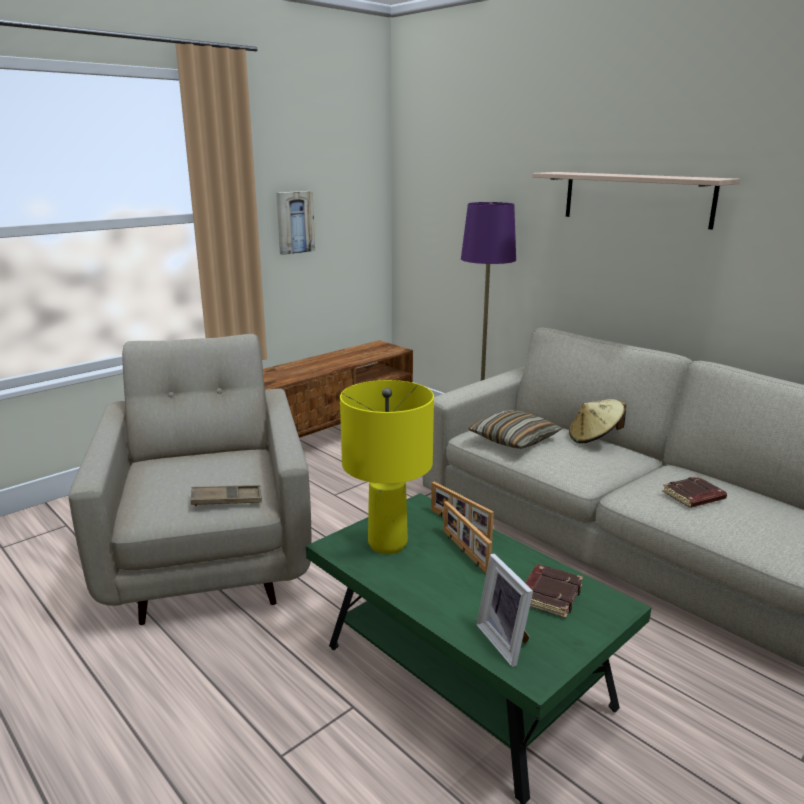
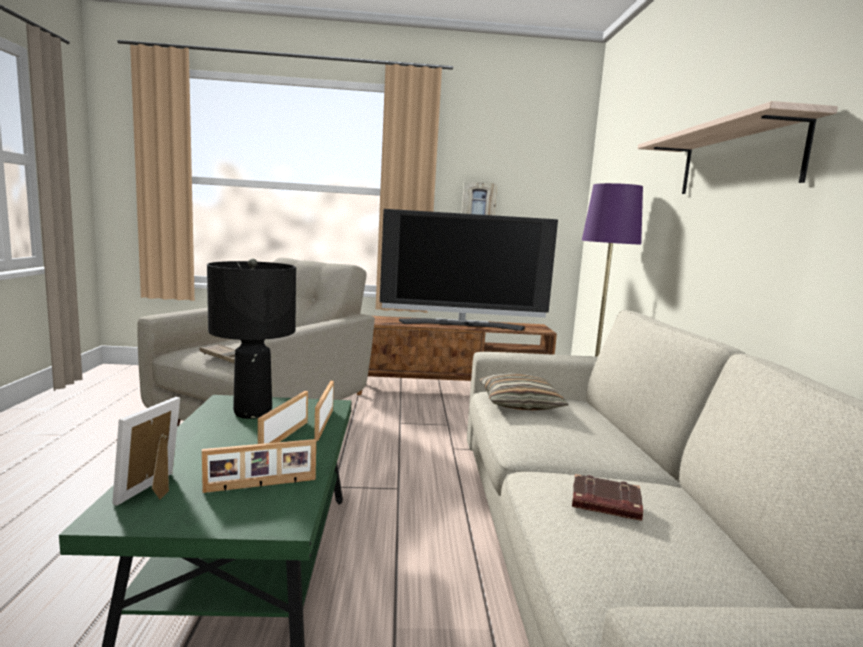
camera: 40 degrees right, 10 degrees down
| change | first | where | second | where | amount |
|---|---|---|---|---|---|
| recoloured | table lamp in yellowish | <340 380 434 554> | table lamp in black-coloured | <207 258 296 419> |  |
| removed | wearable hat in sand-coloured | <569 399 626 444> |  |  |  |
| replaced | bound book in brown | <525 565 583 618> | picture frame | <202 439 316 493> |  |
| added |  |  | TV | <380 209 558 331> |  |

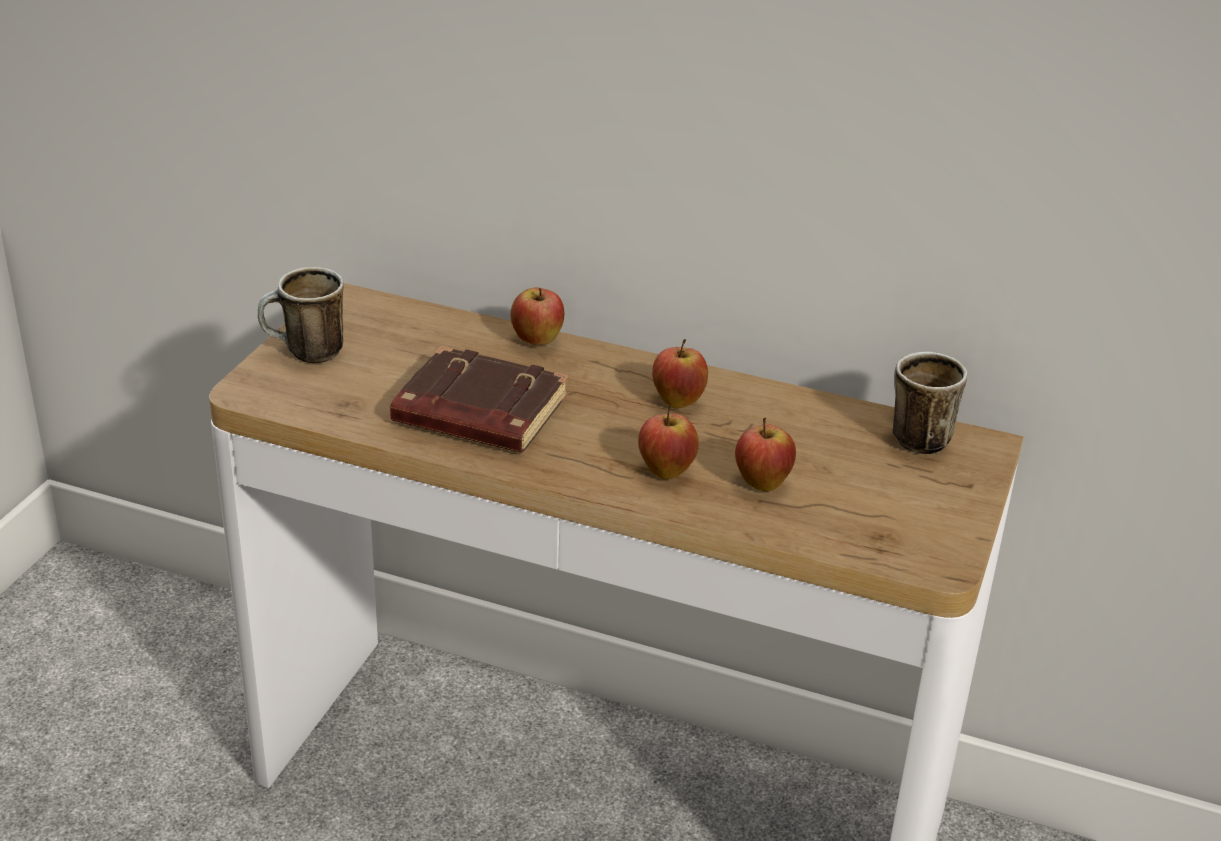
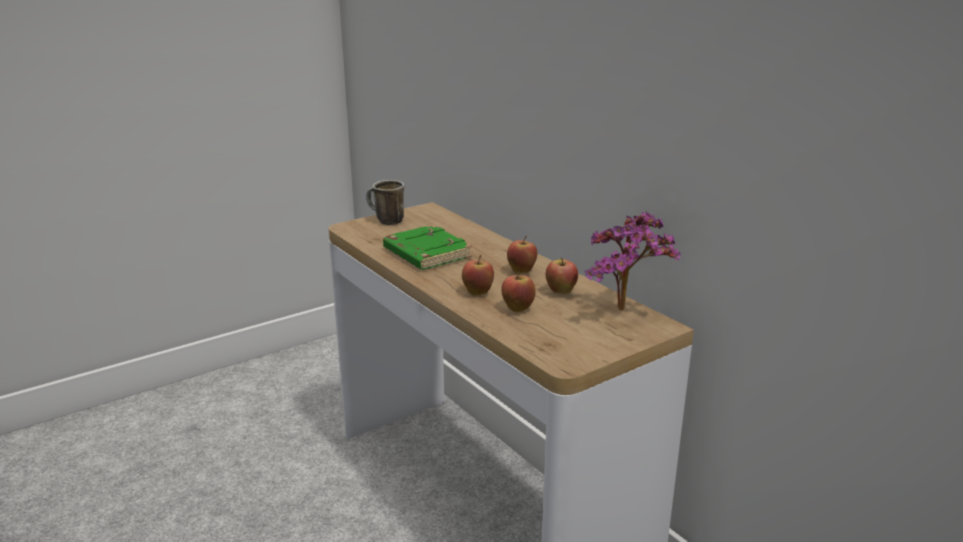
camera: 35 degrees right, 10 degrees down
| change | first | where | second | where | amount |
|---|---|---|---|---|---|
| moved | whole apple | <510 287 564 345> |  | <546 257 578 294> |  |
| recoloured | bound book in brown | <390 346 568 453> | bound book in green | <383 225 472 270> |  |
| replaced | tea mug | <893 352 967 454> | plant in a pot | <585 211 681 311> |  |

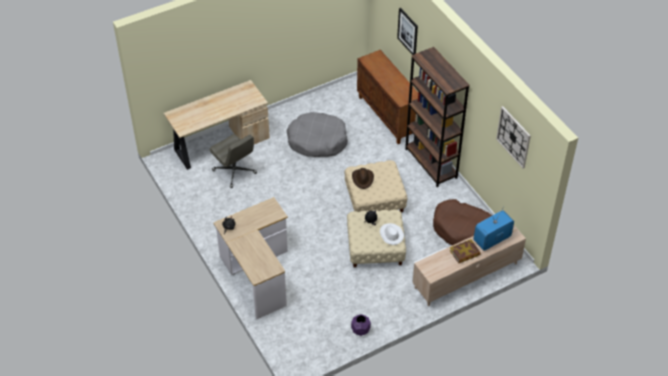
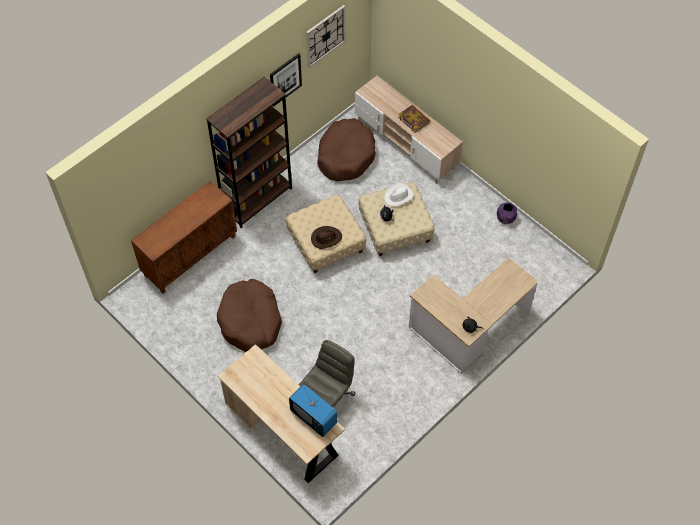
camera: 105 degrees left, 10 degrees up
| change | first | where | second | where | amount |
|---|---|---|---|---|---|
| moved | wall art | <397 8 418 55> |  | <270 53 302 106> |  |
| recoloured | dog cushion in greyish | <287 112 348 157> | dog cushion in brown | <217 279 282 352> |  |
| moved | TV | <473 208 514 250> |  | <289 384 337 437> |  |

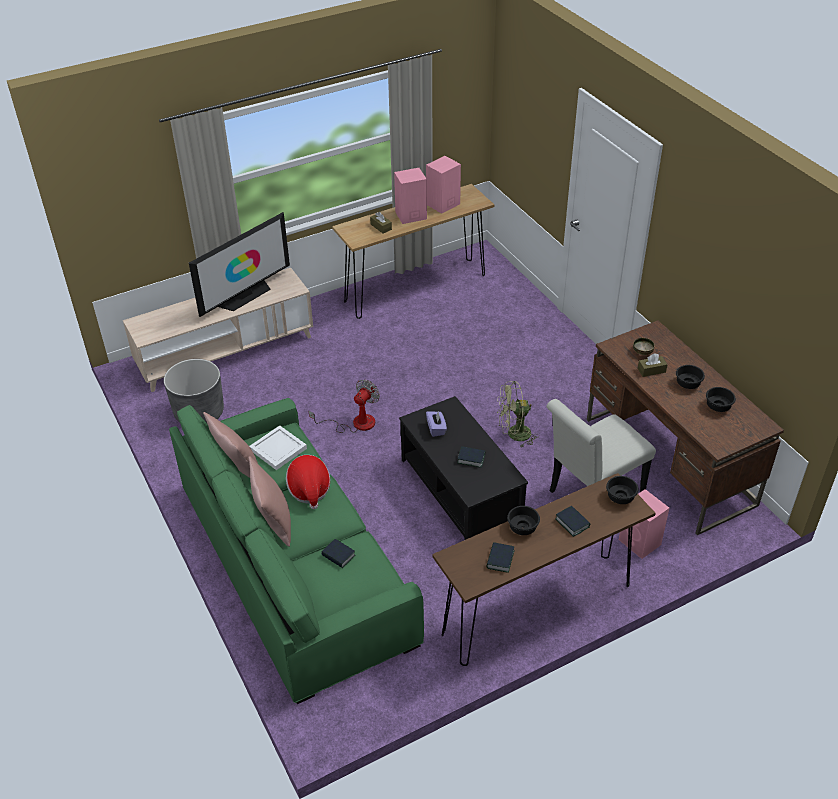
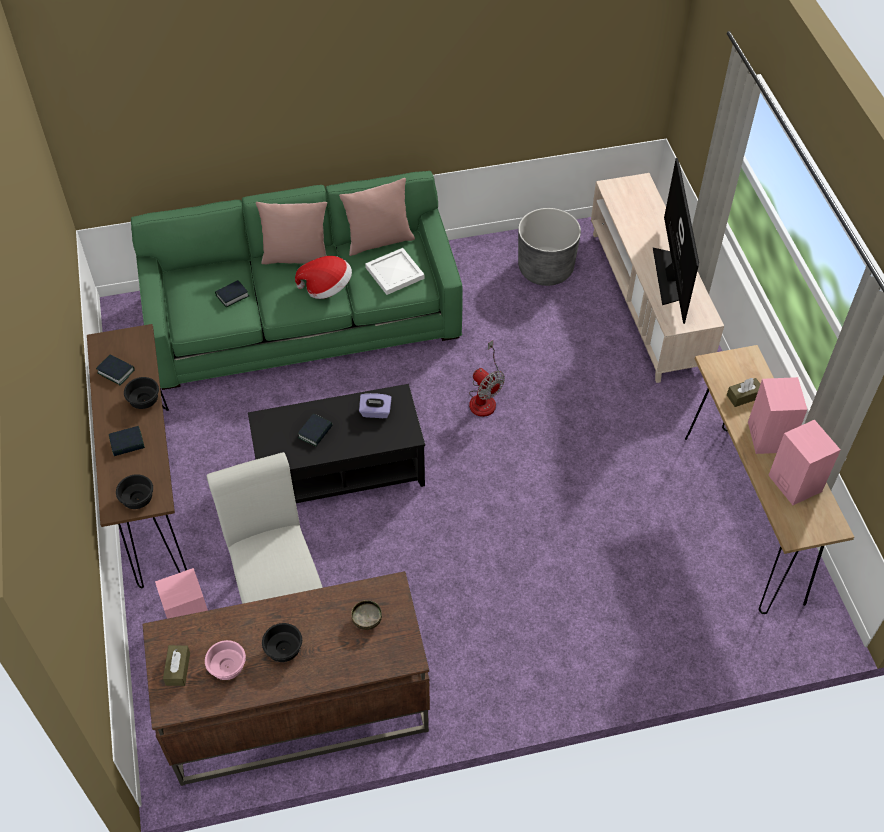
camera: 105 degrees right, 10 degrees up
| change | first | where | second | where | amount |
|---|---|---|---|---|---|
| turned | TV | <189 212 290 317> |  | <653 158 699 324> | 150 degrees counterclockwise |
| moved | box of tissues in brown | <638 353 668 377> |  | <163 645 190 686> |  |
| removed | electric fan in green | <497 381 539 447> |  |  |  |
| recoloured | bowl in black-coloured | <706 387 736 412> | bowl in pink-coloured | <205 640 246 680> |  |

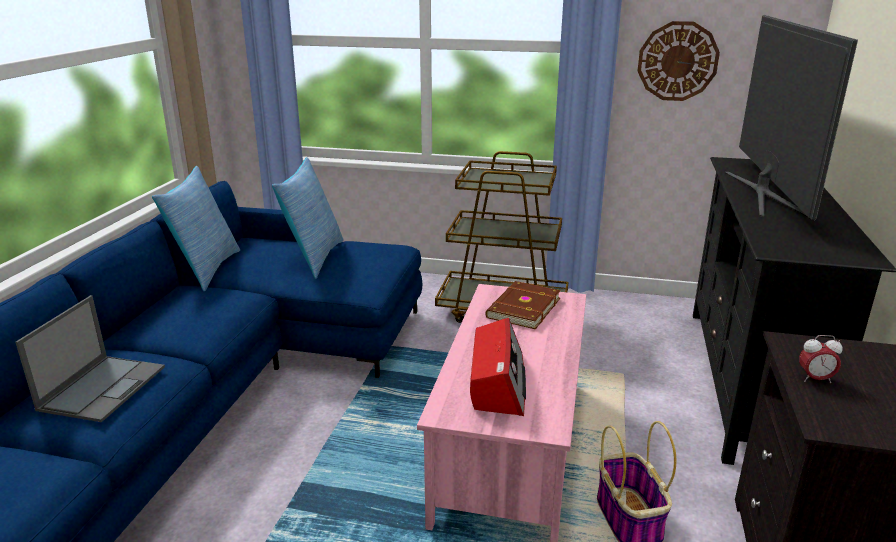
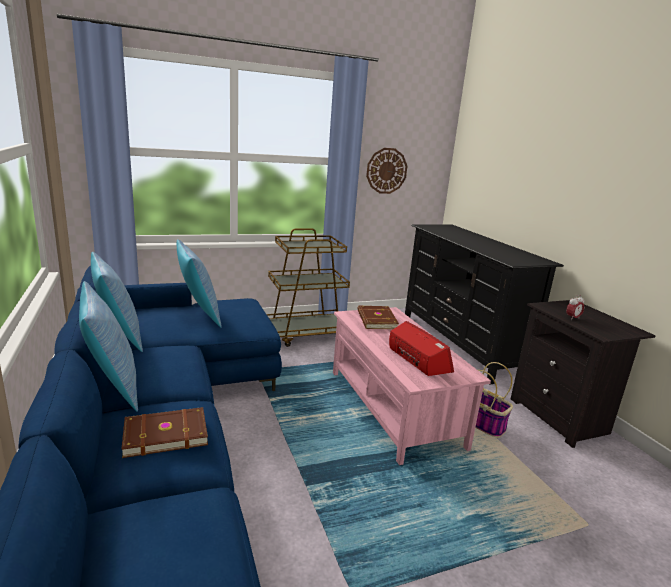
camera: 35 degrees left, 5 degrees down
| change | first | where | second | where | amount |
|---|---|---|---|---|---|
| removed | TV | <725 15 858 220> |  |  |  |
| replaced | notebook computer | <15 295 165 422> | bound book in brown | <121 407 208 458> |  |
| added |  |  | throw pillow | <79 281 138 412> |  |

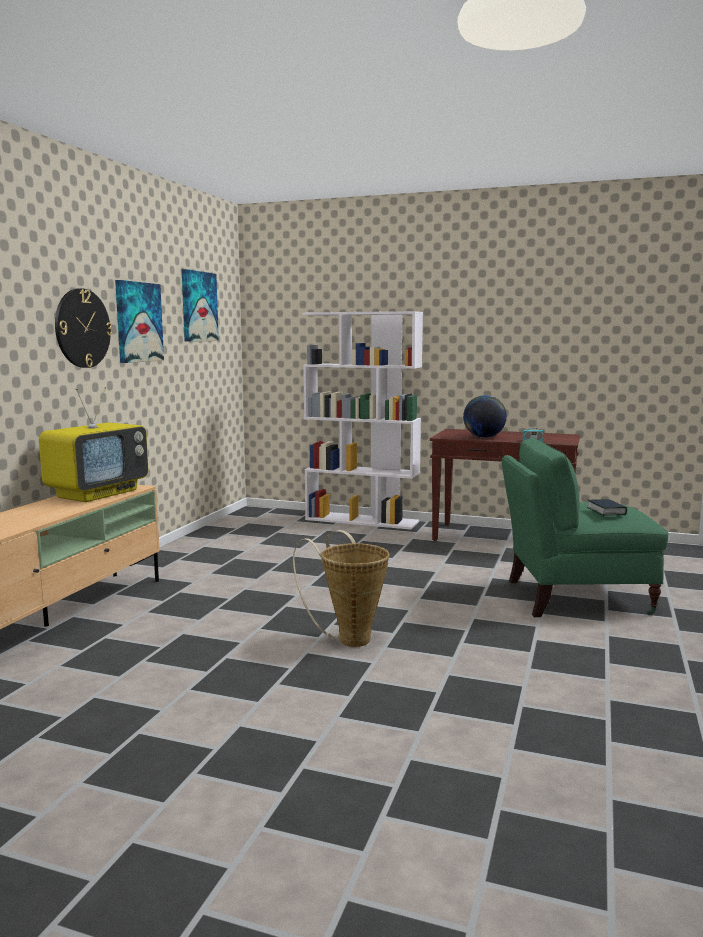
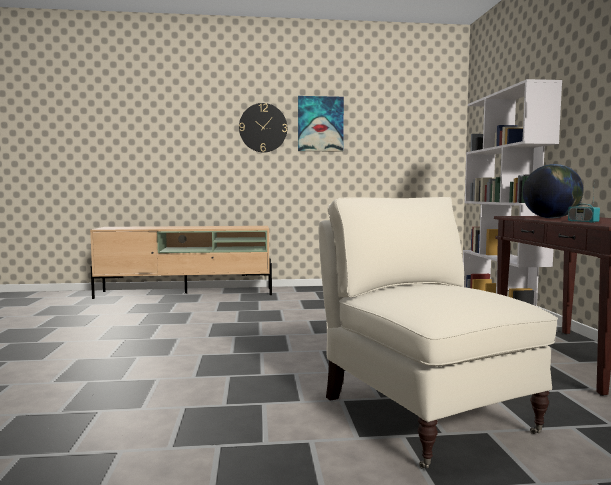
camera: 65 degrees right, 5 degrees down
| change | first | where | second | where | amount |
|---|---|---|---|---|---|
| removed | wall art | <182 269 219 342> |  |  |  |
| removed | TV | <39 387 148 502> |  |  |  |
| recoloured | lounge chair in green | <502 438 669 617> | lounge chair in sand-coloured | <318 197 558 468> |  |
| removed | bound book | <587 499 627 516> |  |  |  |
| removed | household basket | <293 530 389 647> |  |  |  |

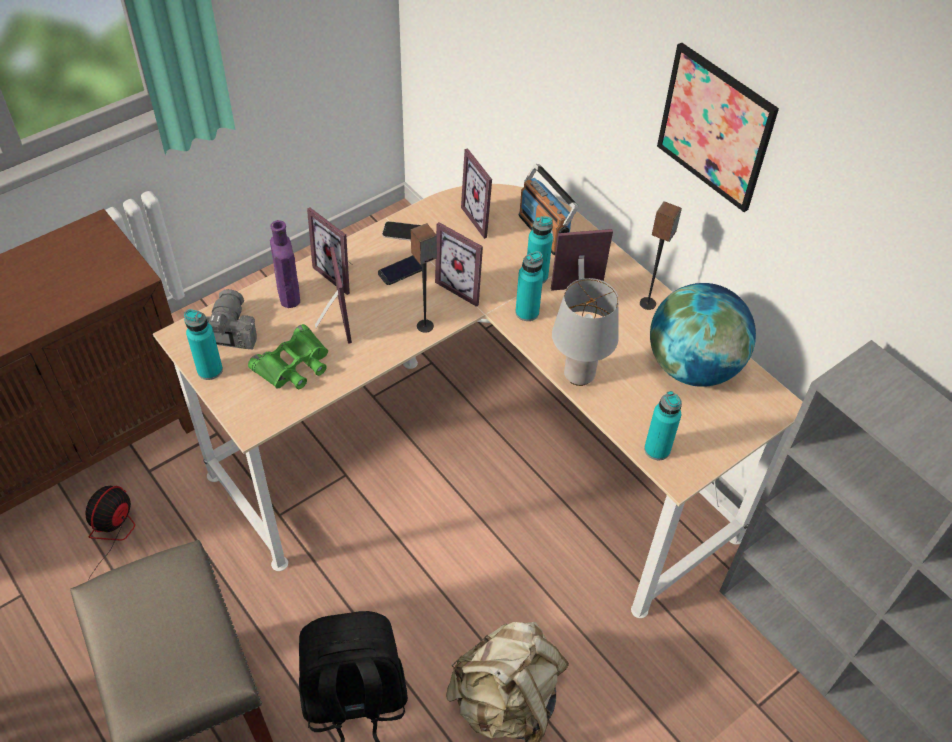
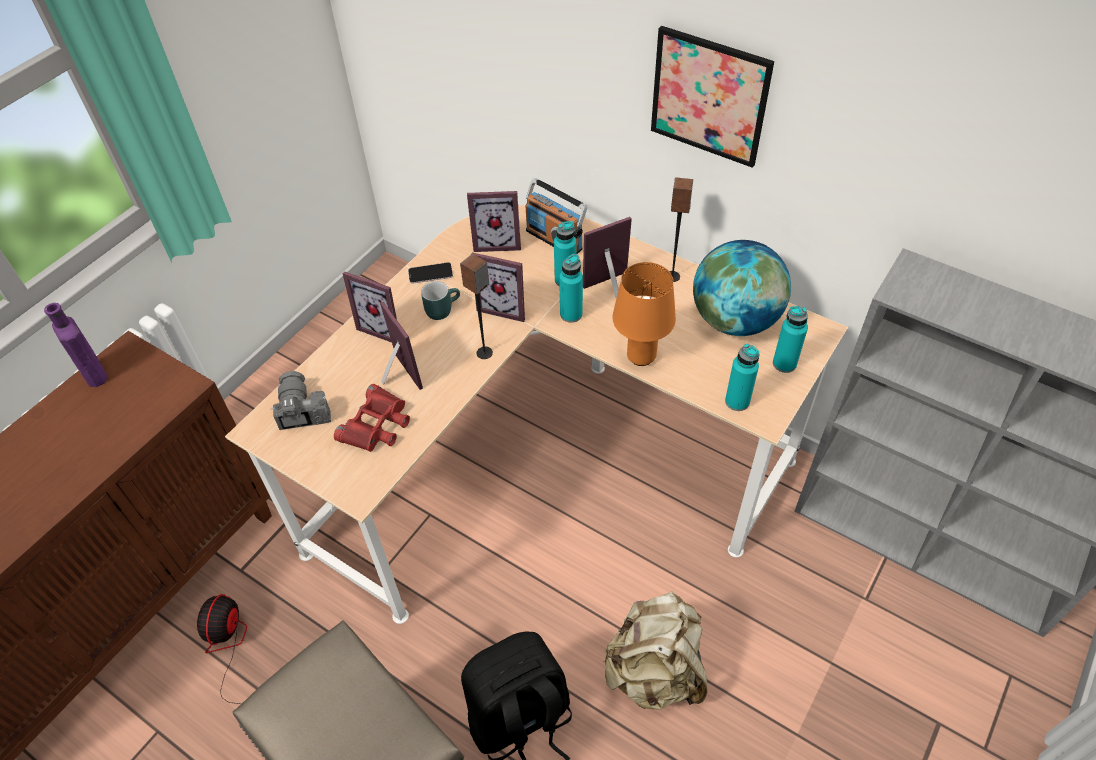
camera: 15 degrees left, 0 degrees up
| change | first | where | second | where | amount |
|---|---|---|---|---|---|
| turned | picture frame | <461 148 492 239> |  | <467 191 521 252> | 45 degrees counterclockwise |
| moved | drink bottle in purple-coloured | <270 220 300 308> |  | <44 303 108 387> |  |
| replaced | telephone | <378 255 422 285> | tea mug in turquoise-coloured | <421 281 460 320> |  |
| recoloured | table lamp in greyish | <552 278 619 386> | table lamp in orange | <613 262 676 366> |  |
| moved | drink bottle in turquoise-coloured | <184 309 223 380> |  | <773 306 808 373> |  |
| recoloured | field glasses in green | <248 324 328 389> | field glasses in red | <334 384 410 452> |  |

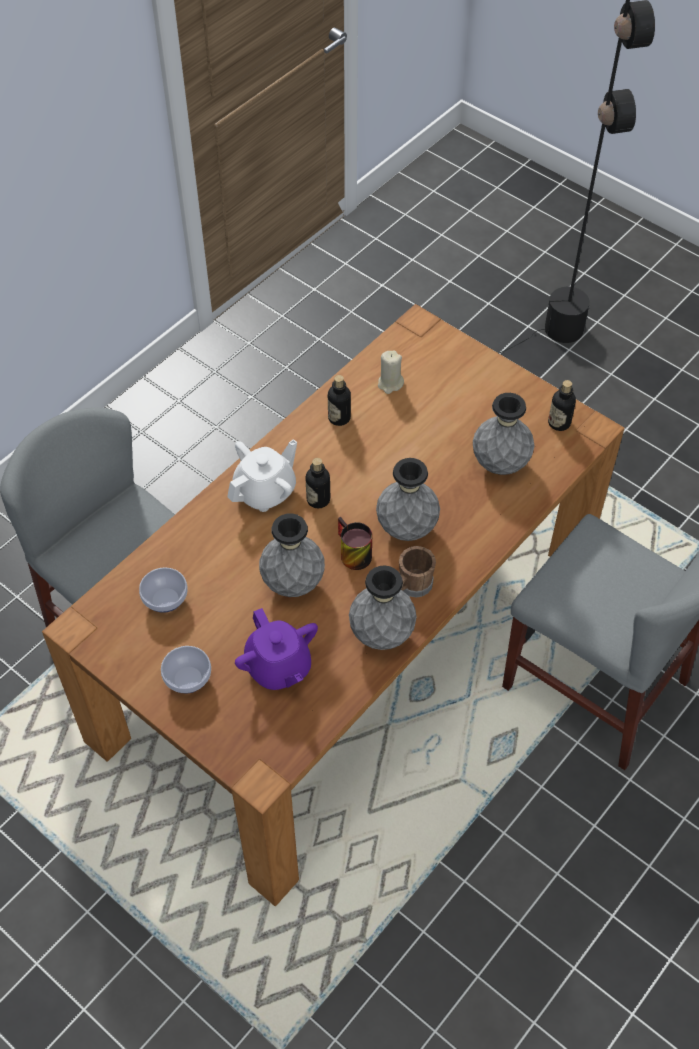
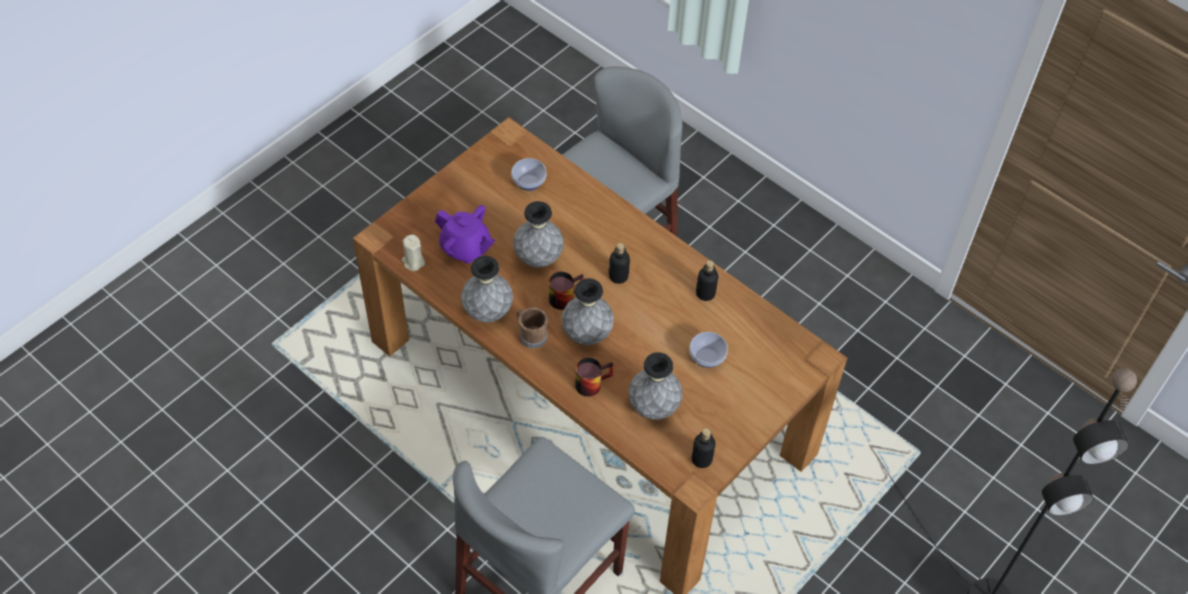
camera: 90 degrees right, 0 degrees up
| change | first | where | second | where | amount |
|---|---|---|---|---|---|
| moved | wax light in sand-coloured | <378 350 404 394> |  | <402 235 425 271> |  |
| removed | tea pot in white-coloured | <227 439 297 512> |  |  |  |
| turned | tea pot in purple-coloured | <235 608 318 690> |  | <435 205 495 264> | 120 degrees counterclockwise |
| moved | bowl | <161 646 211 693> |  | <689 332 728 368> |  |
| added |  |  | tea mug | <575 358 613 397> |  |

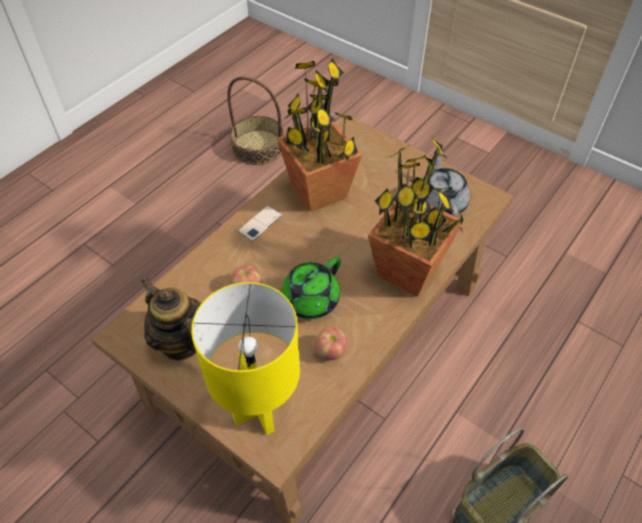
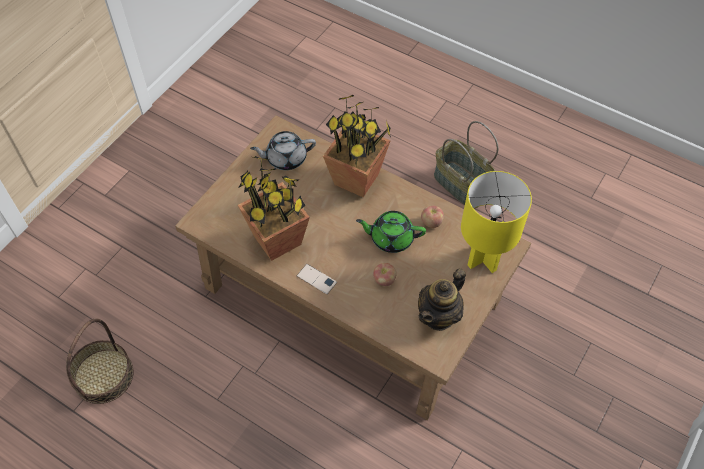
camera: 95 degrees left, 5 degrees up
| change | first | where | second | where | amount |
|---|---|---|---|---|---|
| turned | tea pot in green | <281 257 341 319> |  | <356 211 426 253> | 150 degrees clockwise |

